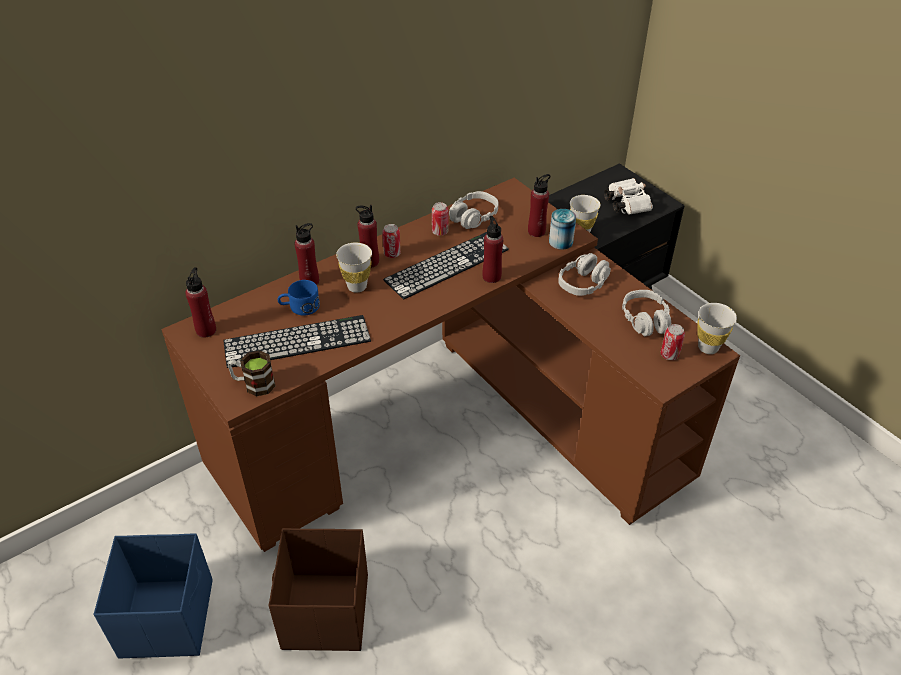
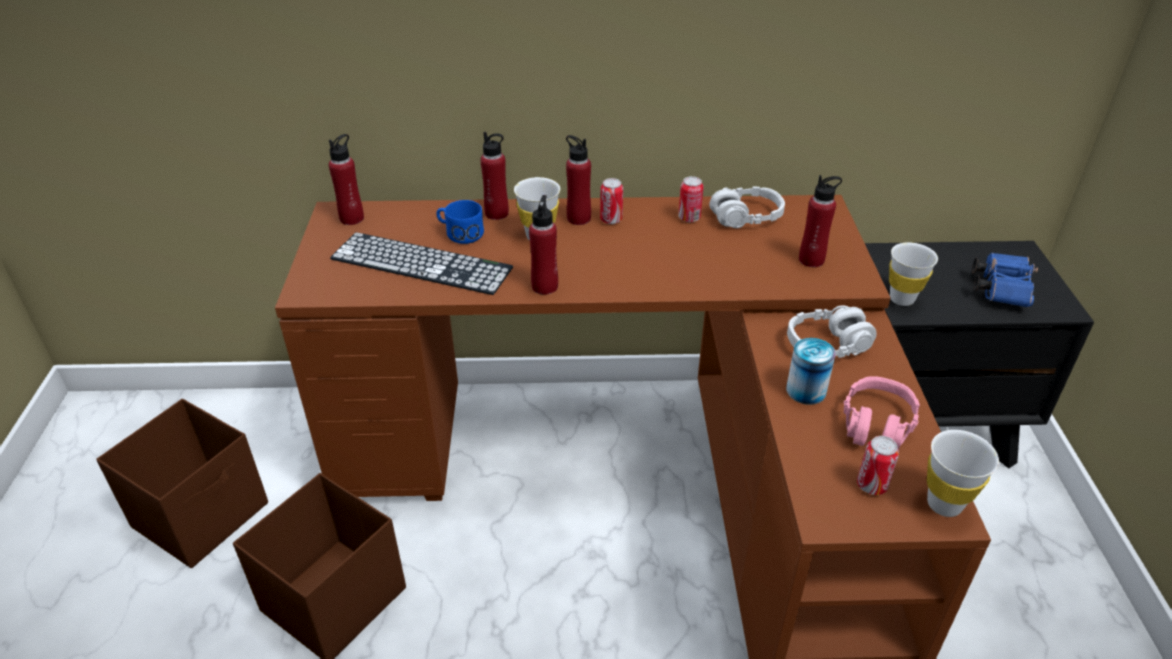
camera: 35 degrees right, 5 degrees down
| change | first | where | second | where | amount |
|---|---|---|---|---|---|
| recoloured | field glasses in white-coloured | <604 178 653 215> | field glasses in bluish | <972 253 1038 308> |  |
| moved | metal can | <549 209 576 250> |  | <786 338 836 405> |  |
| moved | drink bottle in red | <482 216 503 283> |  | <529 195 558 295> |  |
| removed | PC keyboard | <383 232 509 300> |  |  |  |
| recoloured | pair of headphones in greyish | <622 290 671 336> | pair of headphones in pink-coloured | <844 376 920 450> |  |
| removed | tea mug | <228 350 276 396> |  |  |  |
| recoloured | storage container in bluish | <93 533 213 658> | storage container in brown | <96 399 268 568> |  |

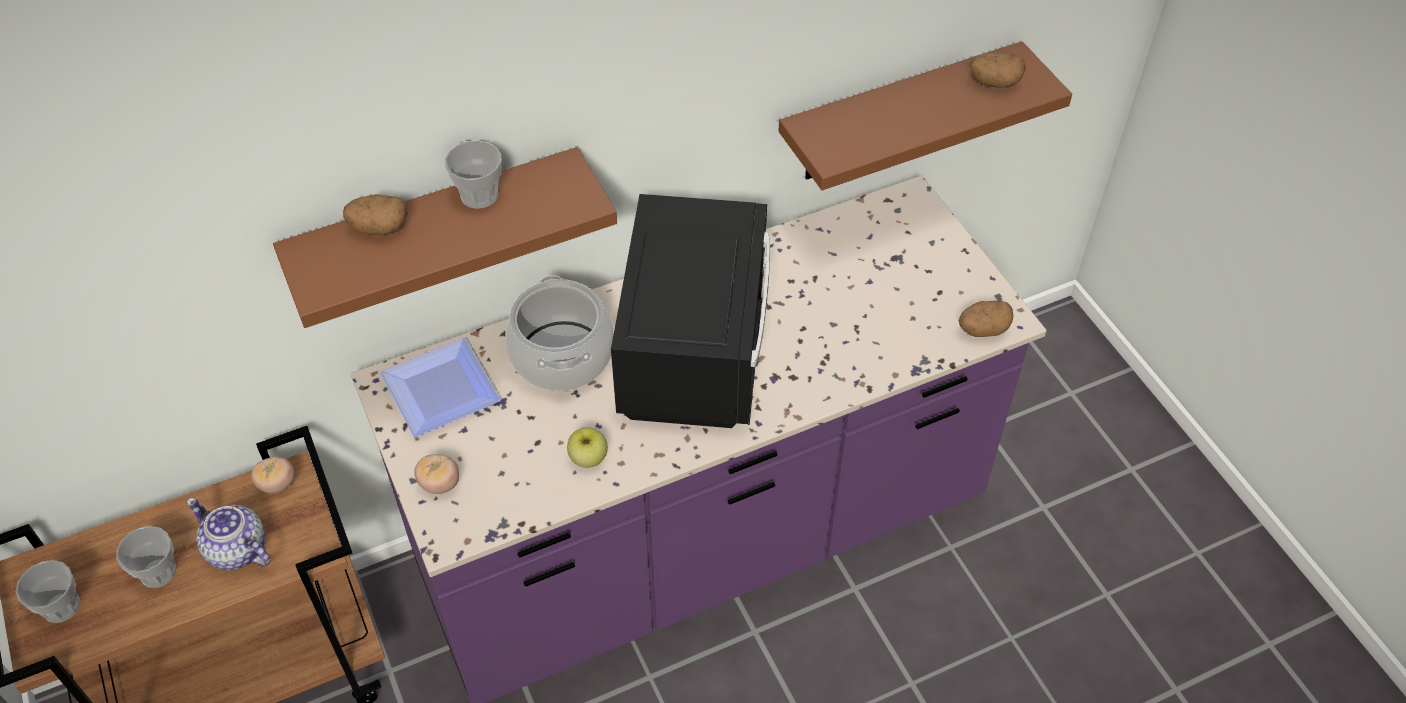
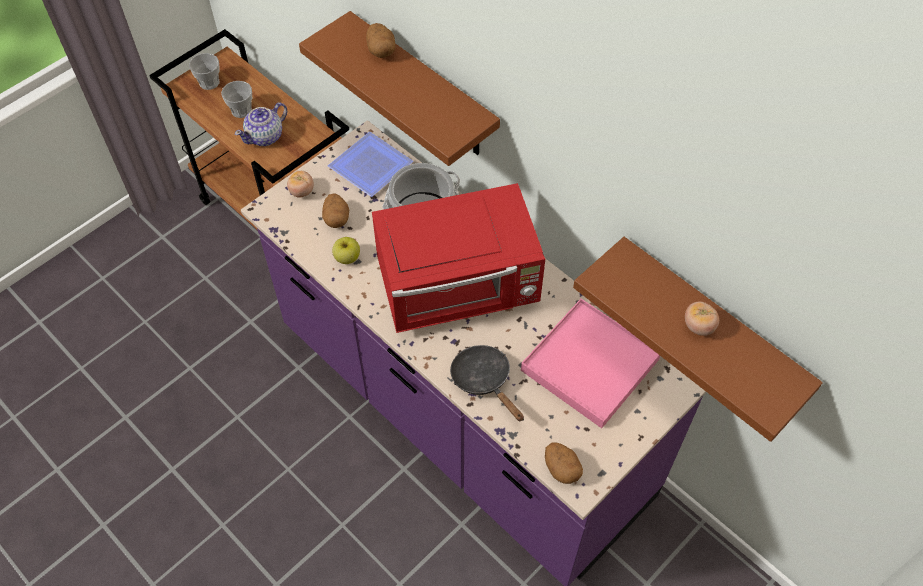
camera: 70 degrees right, 5 degrees up
| change | first | where | second | where | amount |
|---|---|---|---|---|---|
| moved | spud | <969 52 1026 88> |  | <322 193 349 228> |  |
| removed | cup | <445 140 502 209> |  |  |  |
| recoloured | microwave oven in black-coloured | <611 194 770 428> | microwave oven in red | <372 183 545 333> |  |
| moved | tomato | <251 457 295 493> |  | <685 301 719 336> |  |
| turned | tea pot | <186 498 270 571> |  | <235 103 287 146> | 150 degrees counterclockwise |
| added |  |  | serving tray in pink-coloured | <521 299 660 428> |  |
| added |  |  | pan in black-coloured | <450 345 524 422> |  |

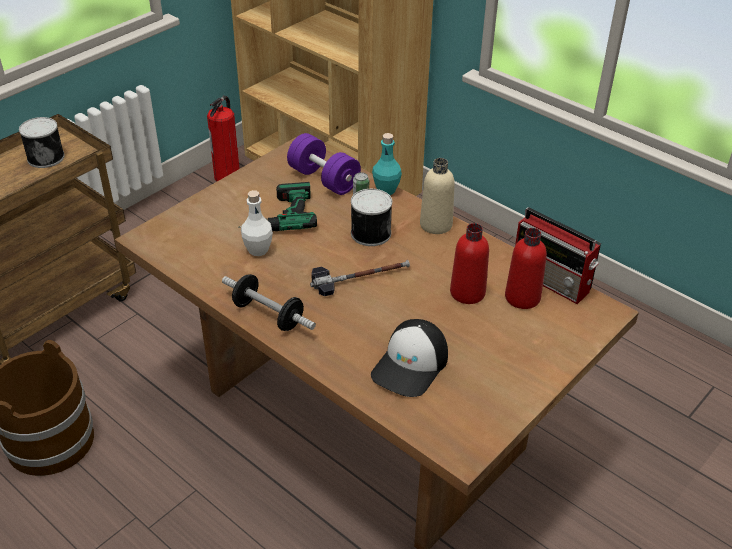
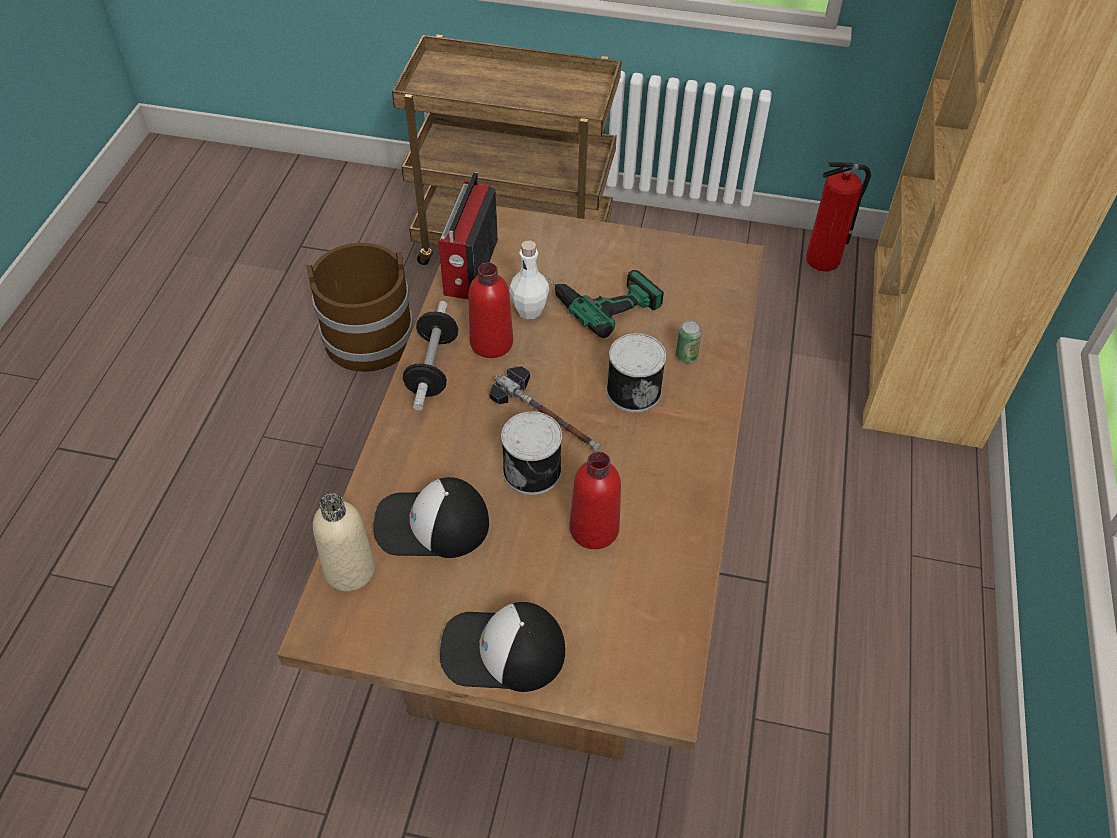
camera: 60 degrees right, 10 degrees up
| change | first | where | second | where | amount |
|---|---|---|---|---|---|
| moved | metal can | <19 117 65 168> |  | <501 411 562 495> |  |
| removed | free weight in purple-coloured | <287 133 361 195> |  |  |  |
| removed | drink bottle in turquoise-coloured | <372 133 402 195> |  |  |  |
| moved | drink bottle in sand-coloured | <420 158 455 234> |  | <313 493 375 592> |  |
| moved | radio | <515 208 601 304> |  | <438 172 498 299> |  |
| moved | drink bottle in red | <505 228 547 309> |  | <468 263 513 358> |  |
| added |  |  | cap | <440 602 565 692> |  |

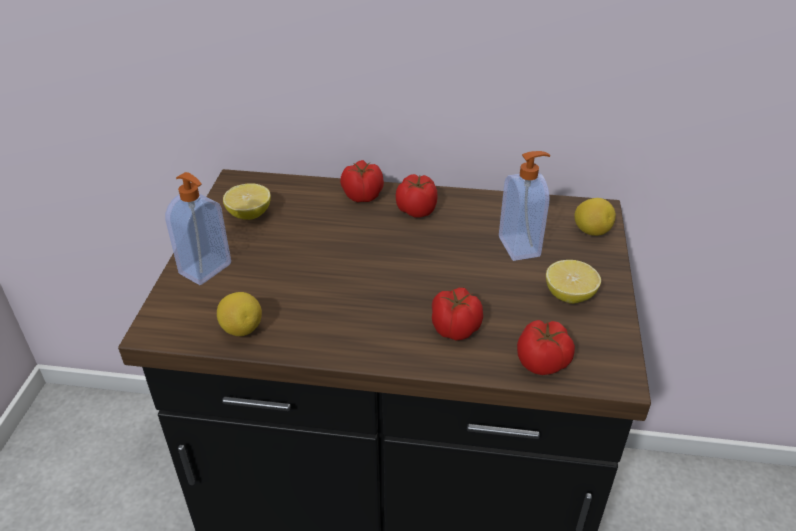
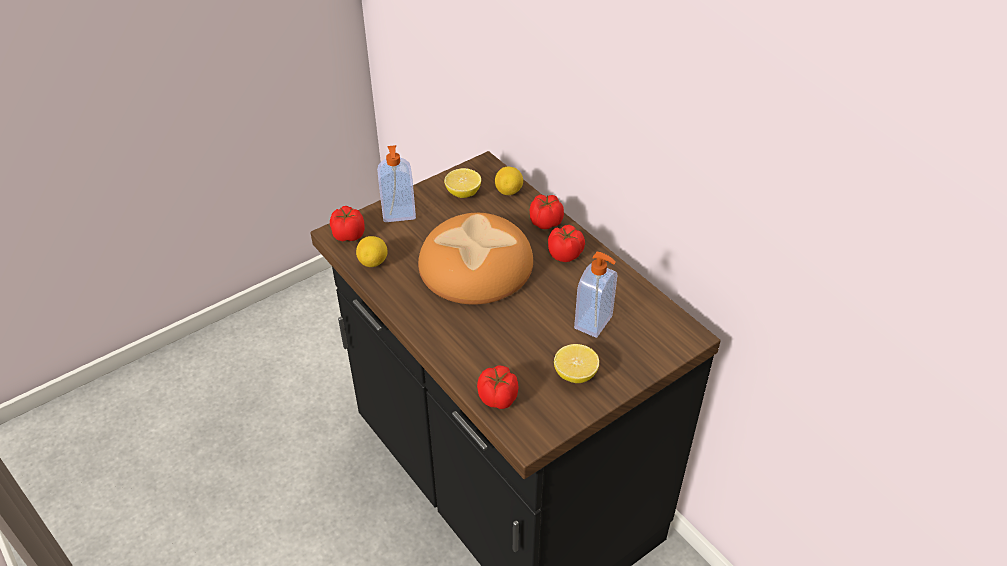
camera: 45 degrees right, 5 degrees up
| change | first | where | second | where | amount |
|---|---|---|---|---|---|
| moved | whole lemon | <574 198 616 236> |  | <495 167 523 195> |  |
| moved | tomato | <432 288 483 340> |  | <330 206 365 241> |  |
| added |  |  | bakery bread | <418 213 533 305> |  |

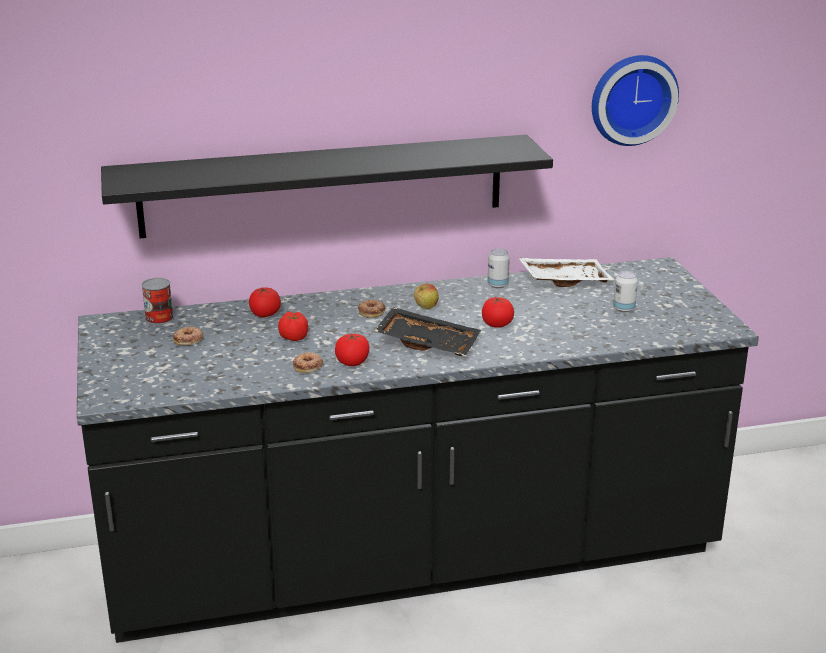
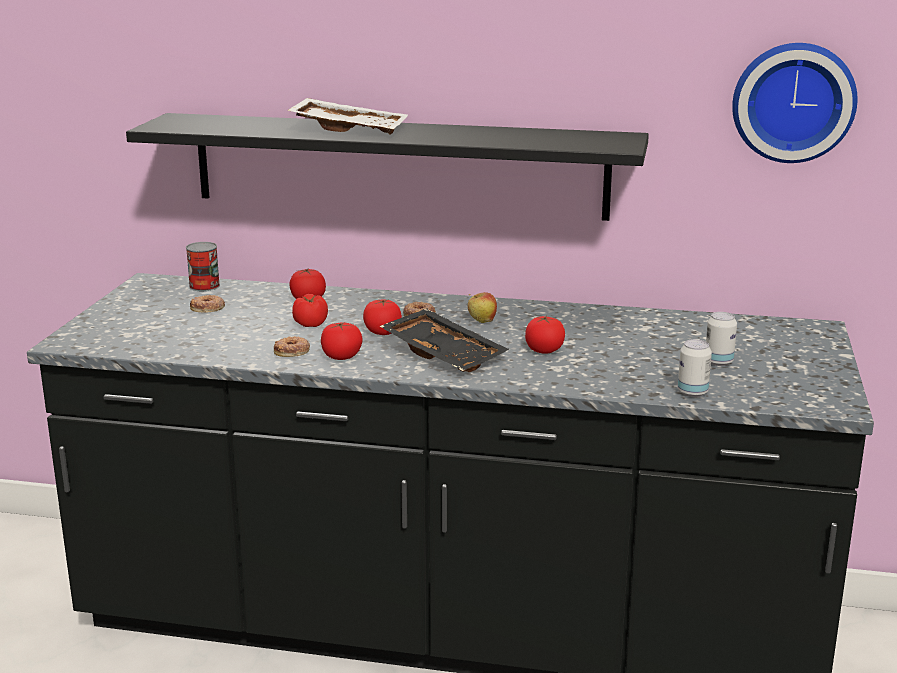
camera: 25 degrees right, 5 degrees down
| change | first | where | second | where | amount |
|---|---|---|---|---|---|
| moved | metal can | <488 249 510 288> |  | <678 339 712 397> |  |
| moved | serving tray in white-coloured | <519 258 615 287> |  | <287 98 408 135> |  |
| added |  |  | tomato | <363 299 402 335> |  |

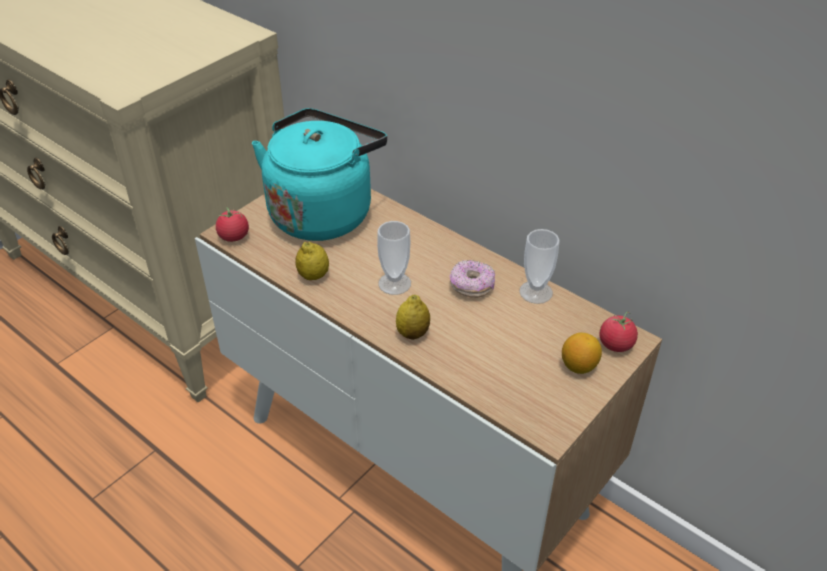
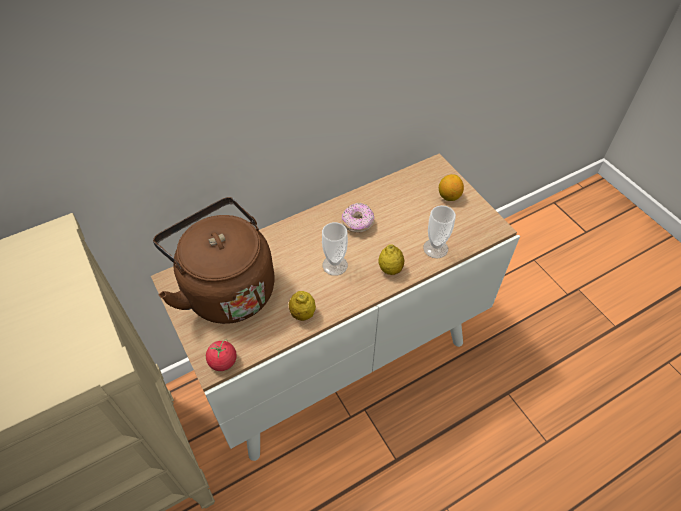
camera: 70 degrees left, 10 degrees up
| change | first | where | second | where | amount |
|---|---|---|---|---|---|
| recoloured | water kettle in turquoise-coloured | <252 108 387 241> | water kettle in brown | <153 197 275 324> |  |
| moved | cup | <519 229 560 304> |  | <423 205 456 259> |  |
| removed | tomato | <599 312 638 352> |  |  |  |

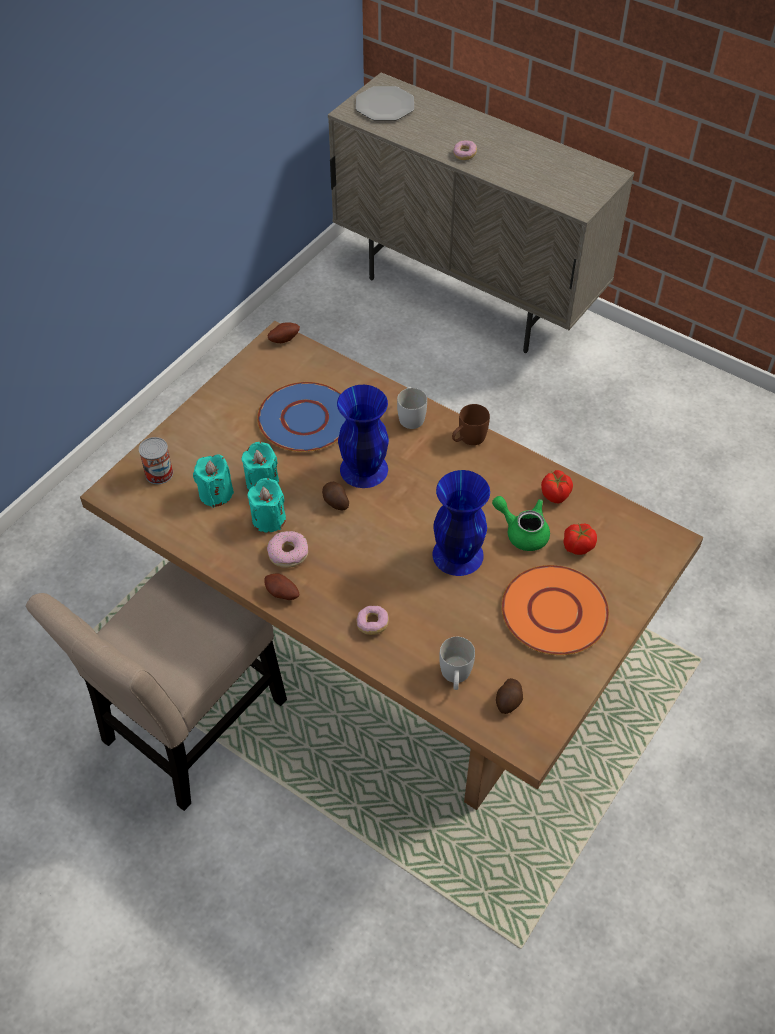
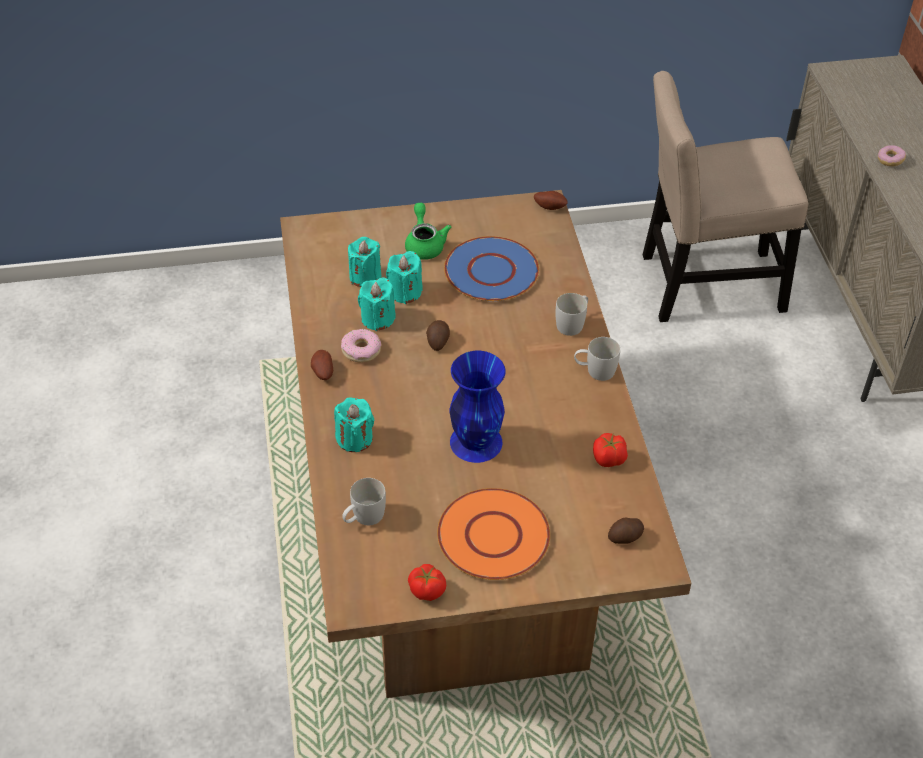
camera: 45 degrees right, 5 degrees down
| change | first | where | second | where | amount |
|---|---|---|---|---|---|
| removed | plate | <356 86 414 120> |  |  |  |
| removed | flower vase in bluish | <337 385 389 488> |  |  |  |
| recoloured | tea mug in brown | <452 404 490 445> | tea mug in white-coloured | <574 337 620 381> |  |
| removed | metal can | <139 437 173 484> |  |  |  |
| moved | tea pot in green | <492 496 550 551> |  | <405 203 451 260> |  |
| moved | tomato | <563 523 597 555> |  | <408 564 446 601> |  |
| moved | plain chair in sand-coloured | <26 561 287 811> |  | <643 71 808 322> |  |
| replaced | donut | <356 606 389 635> | wax light in turquoise-coloured | <334 397 374 452> |  |
| moved | spud | <496 678 523 714> |  | <608 518 644 544> |  |

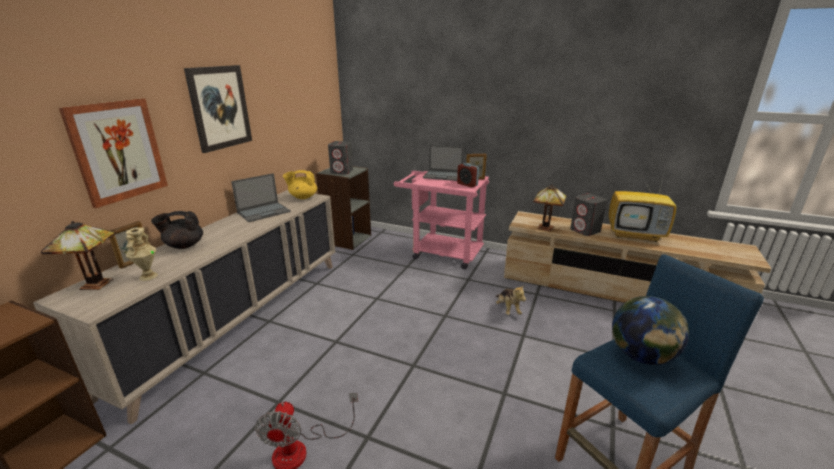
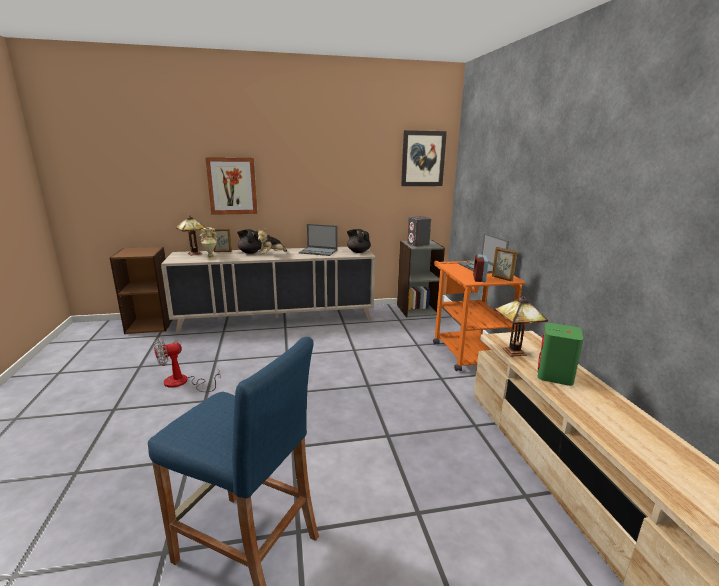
camera: 55 degrees right, 5 degrees down
| change | first | where | second | where | amount |
|---|---|---|---|---|---|
| moved | wall art | <184 65 252 153> |  | <401 130 447 186> |  |
| recoloured | tea pot in yellowish | <283 170 317 199> | tea pot in black-coloured | <347 229 371 253> |  |
| recoloured | trolley in pink-coloured | <394 171 489 269> | trolley in orange | <433 259 526 371> |  |
| removed | TV | <609 171 676 242> |  |  |  |
| recoloured | audio speaker in greyish | <570 194 607 236> | audio speaker in green | <538 323 583 386> |  |
| moved | cuddly toy | <496 285 526 315> |  | <256 229 287 254> |  |
| removed | world globe | <612 296 689 365> |  |  |  |

